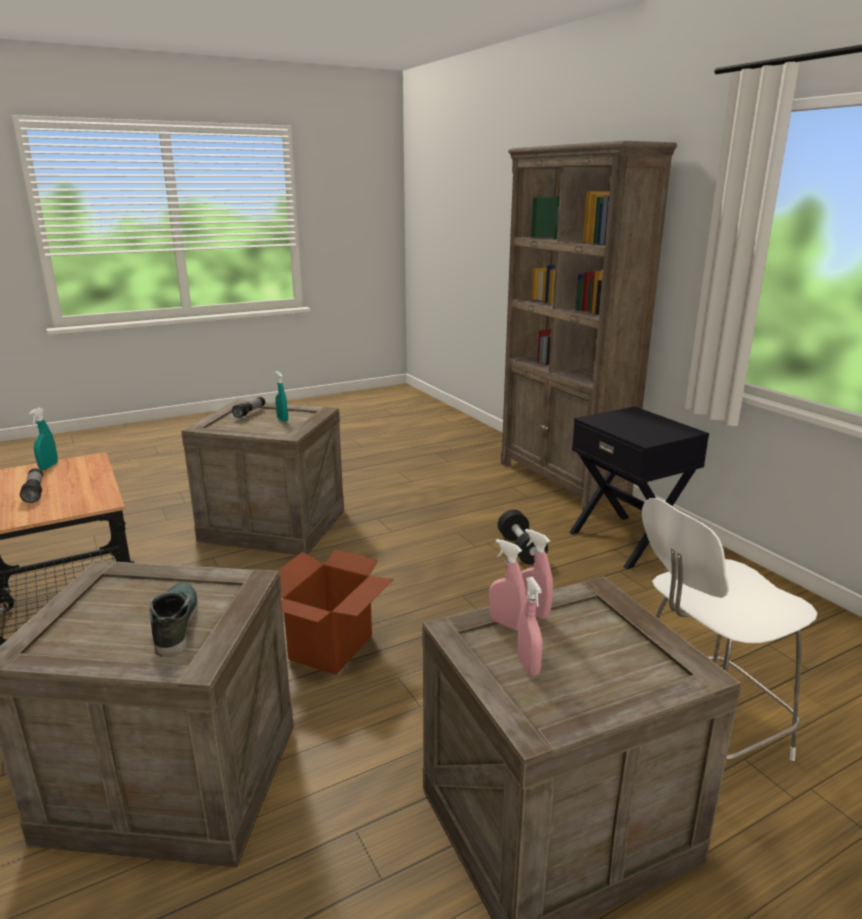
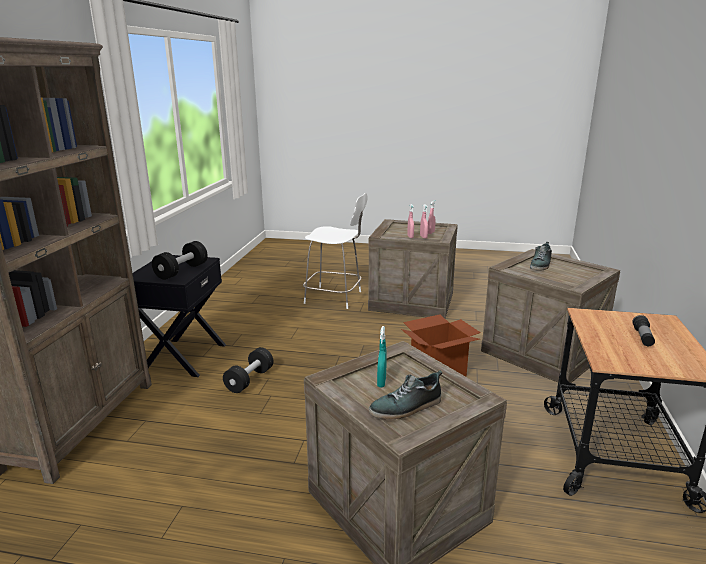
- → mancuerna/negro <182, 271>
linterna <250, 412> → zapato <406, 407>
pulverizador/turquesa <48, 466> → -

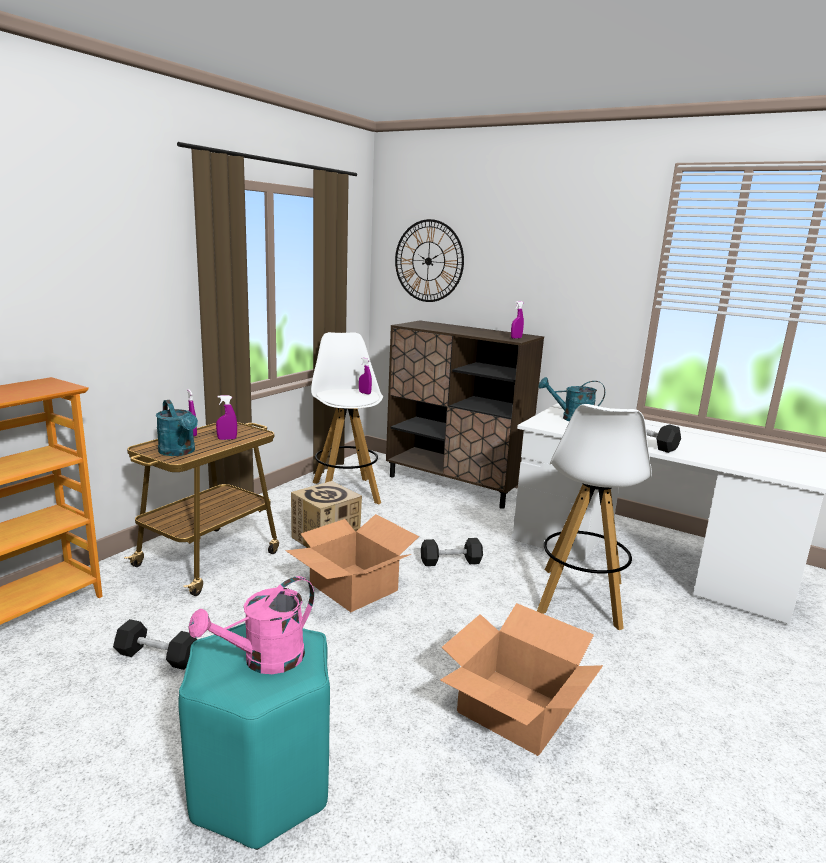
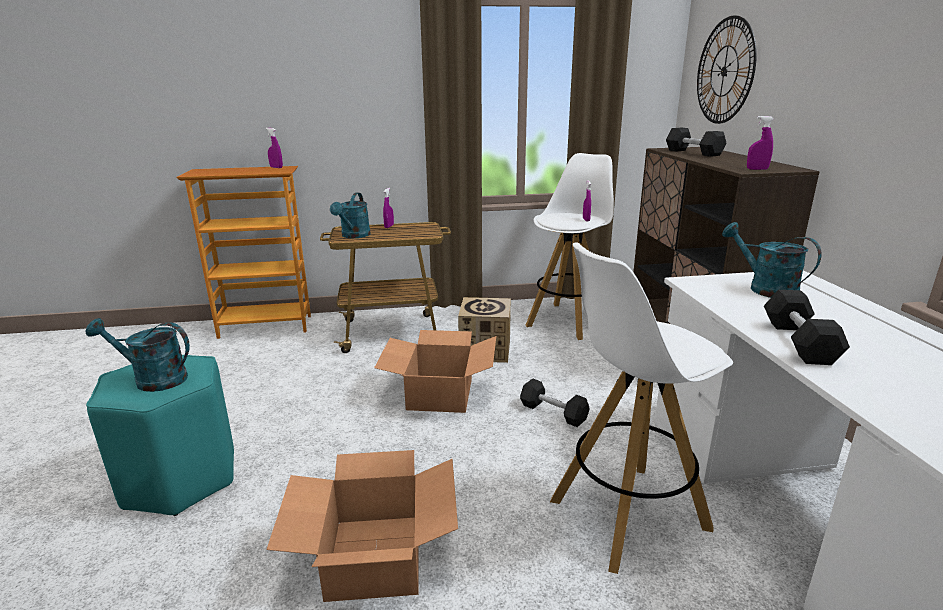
regadera/rosa <264, 660> → regadera/turquesa <152, 379>
pulverizador/morado <227, 439> → pulverizador/morado <276, 167>, relocated
mancuerna/negro <157, 656> → mancuerna/negro <693, 153>, relocated

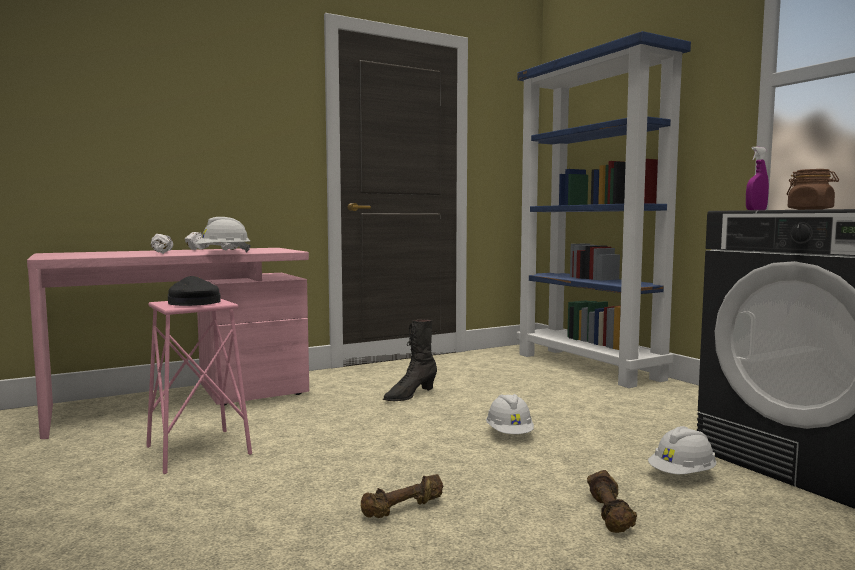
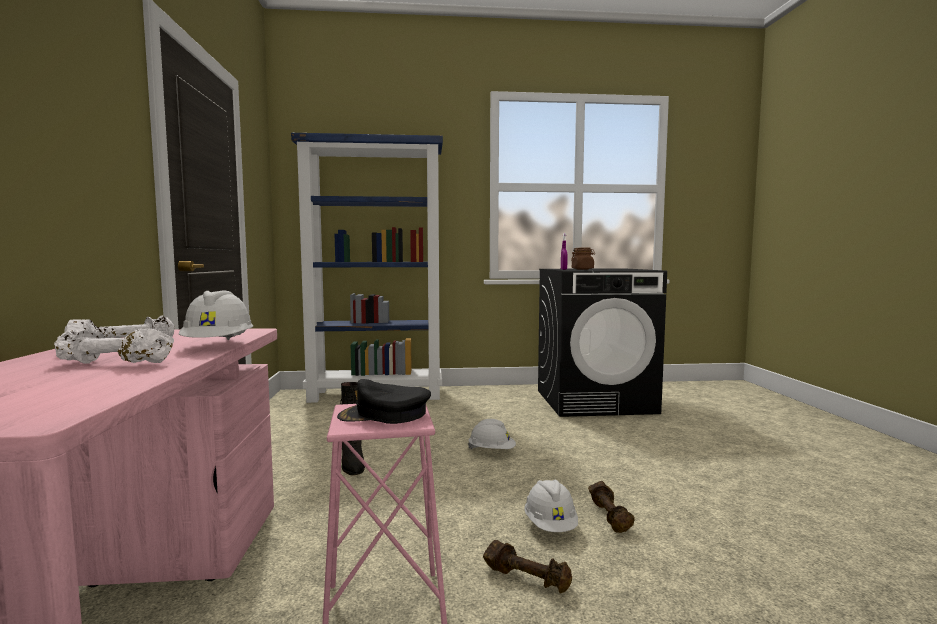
mancuerna/marrón <610, 514> → mancuerna/marrón <527, 578>, relocated
casco/blanco <682, 475> → casco/blanco <550, 525>, relocated

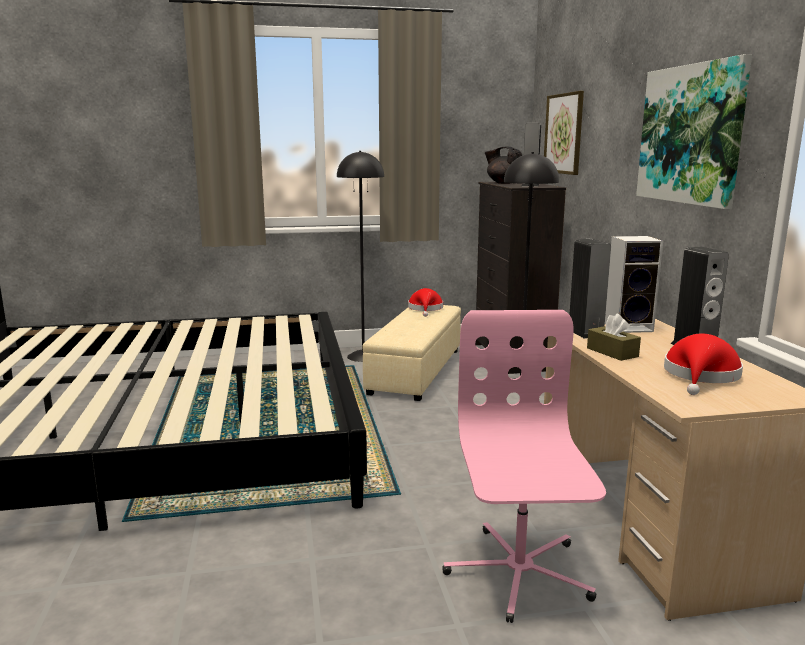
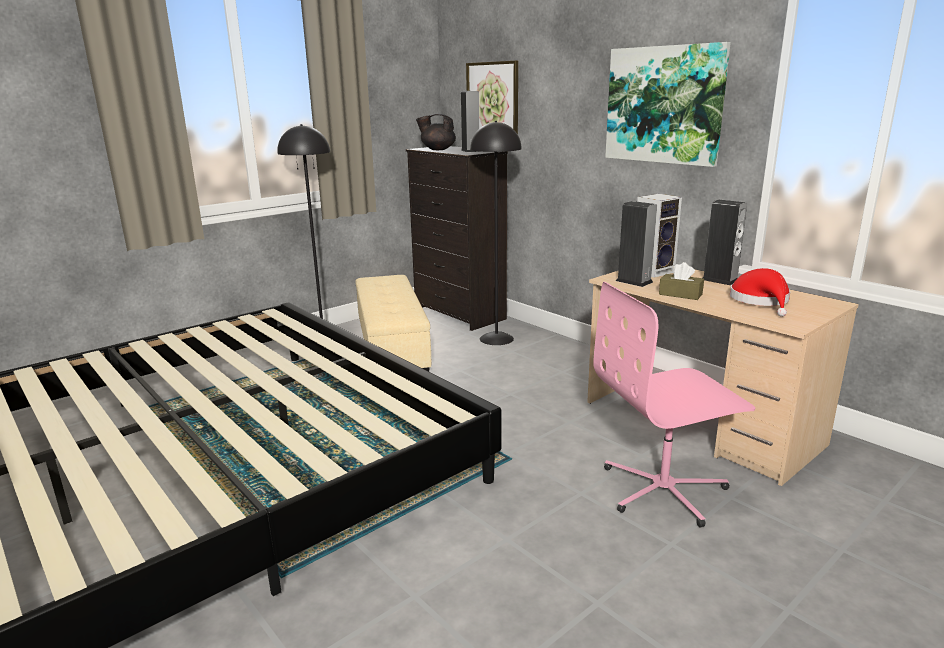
silla de oficina/rosa <518, 573> → silla de oficina/rosa <664, 489>, 75 degrees counterclockwise
sombrero/rojo <425, 309> → -

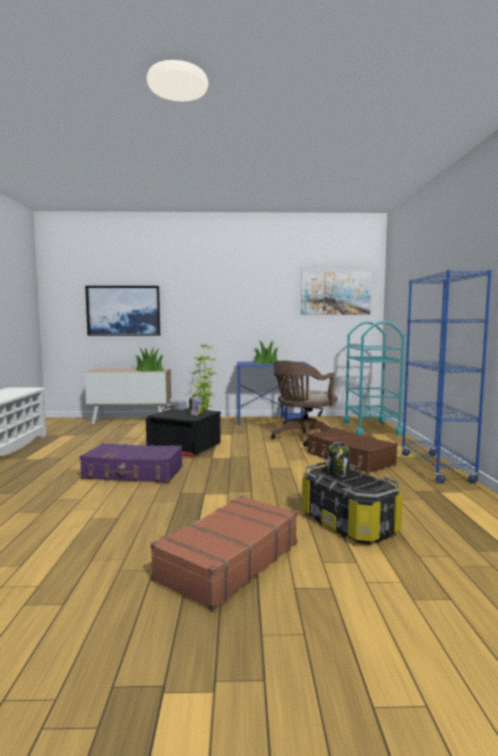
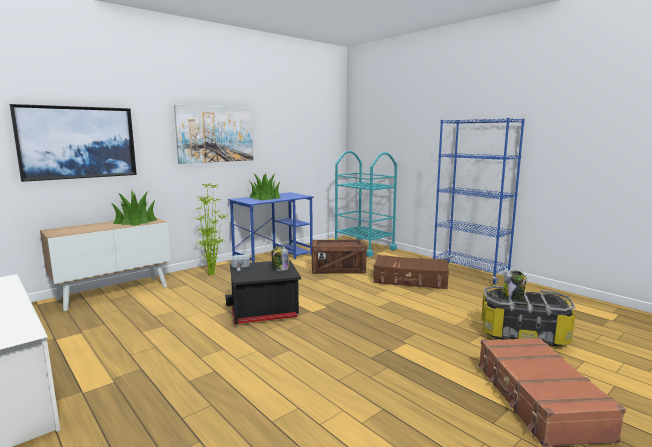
cuadro <335, 291> → cuadro <215, 134>, relocated
silla de oficina/marrón <303, 438> → caja de embalaje <338, 269>
maleta/morado <133, 473> → -

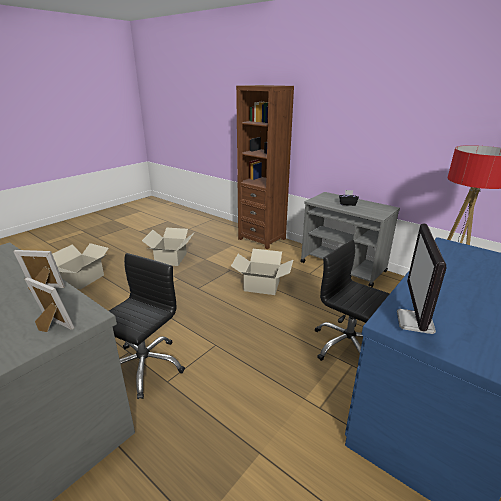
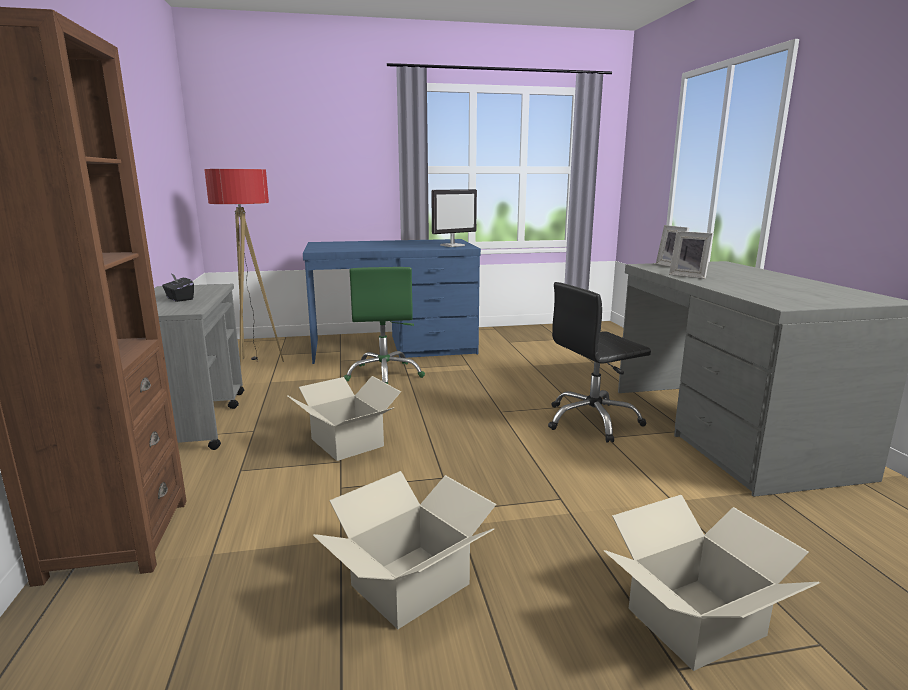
silla de oficina/negro <347, 346> → silla de oficina/verde <384, 374>

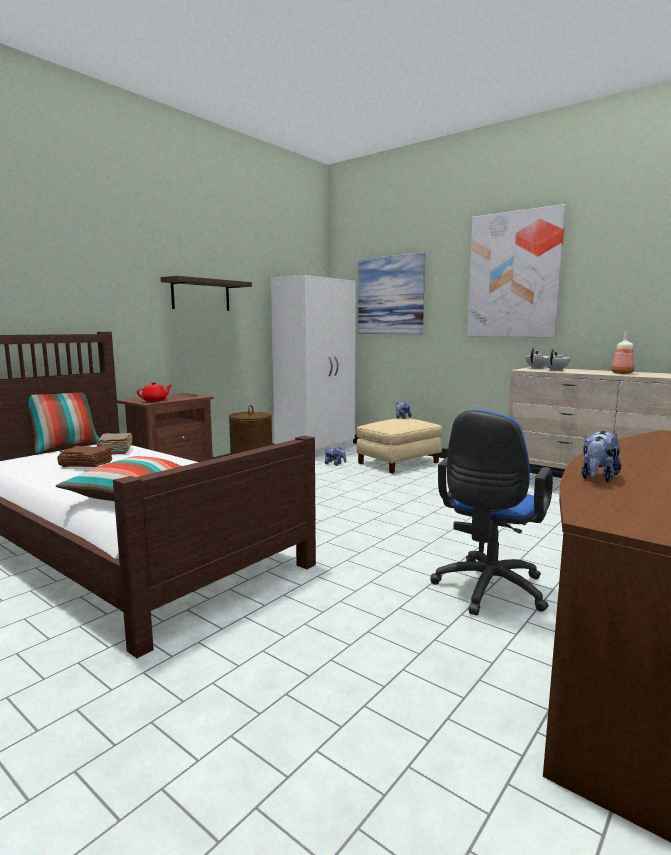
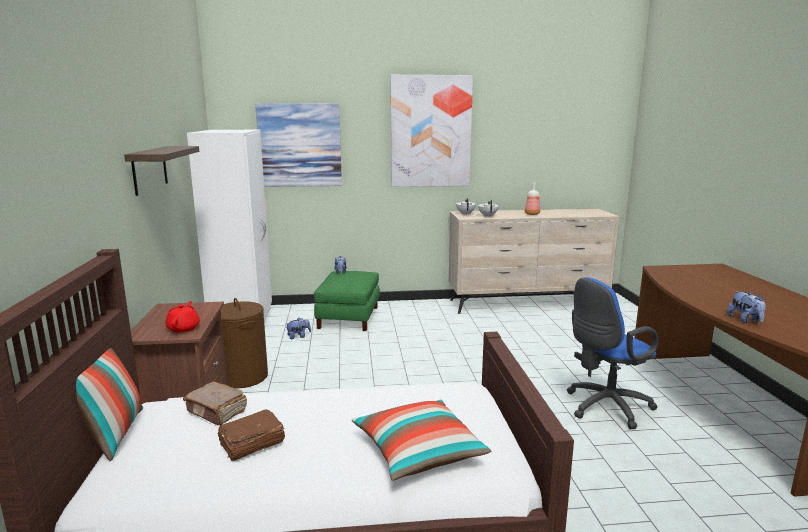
puf/beis <398, 463> → puf/verde <349, 317>
silla de oficina/azul <487, 591> → silla de oficina/azul <604, 407>, 75 degrees clockwise

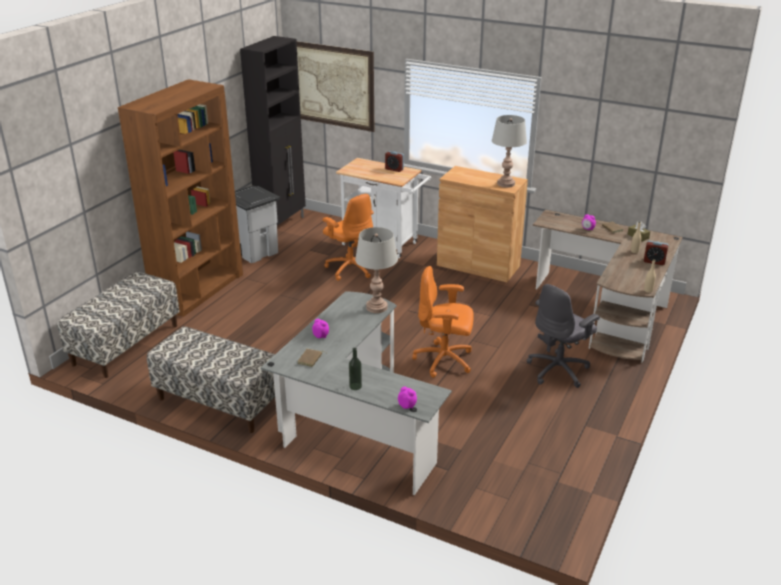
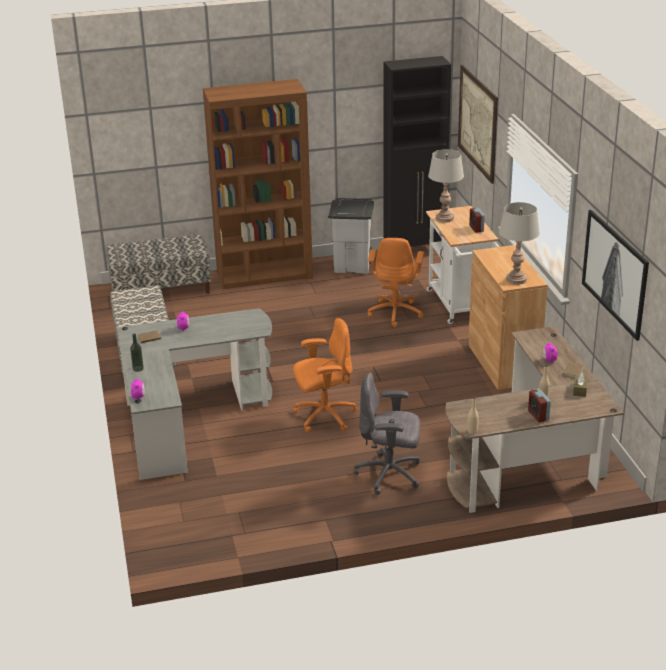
silla de oficina/naranja <444, 361> → silla de oficina/naranja <324, 416>, 105 degrees clockwise
lámpara de mesa/gris <377, 307> → lámpara de mesa/gris <444, 218>, relocated
- → cuadro <616, 273>

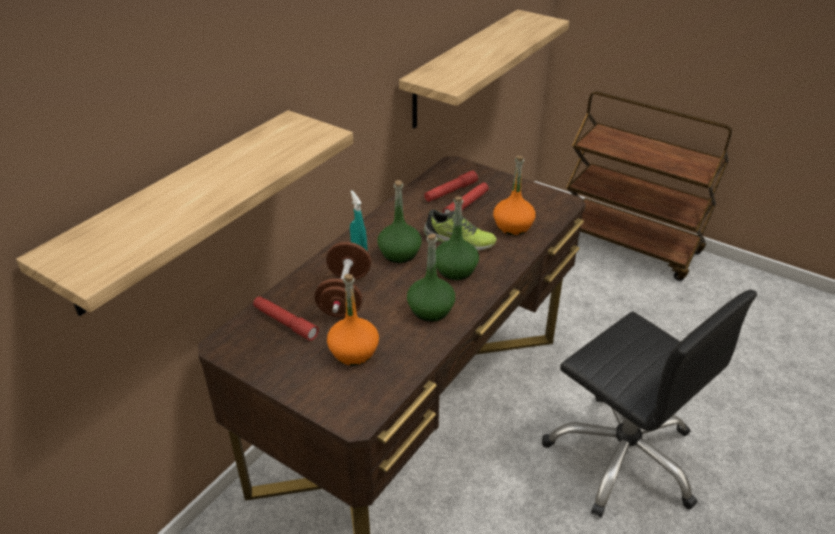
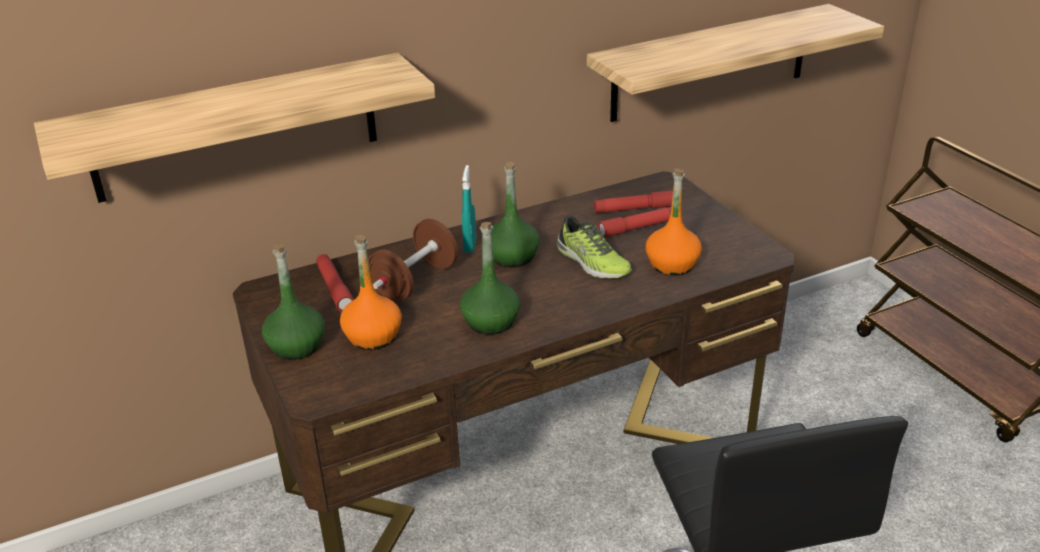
botella/verde <455, 270> → botella/verde <296, 346>, relocated

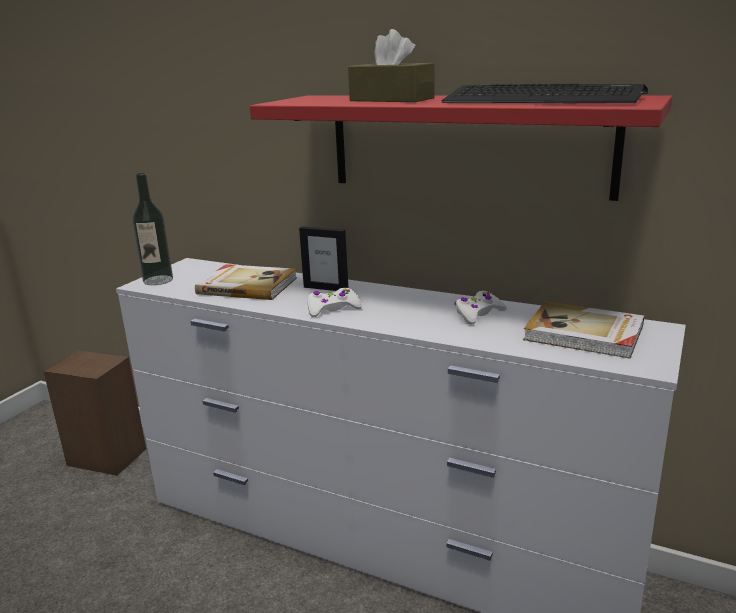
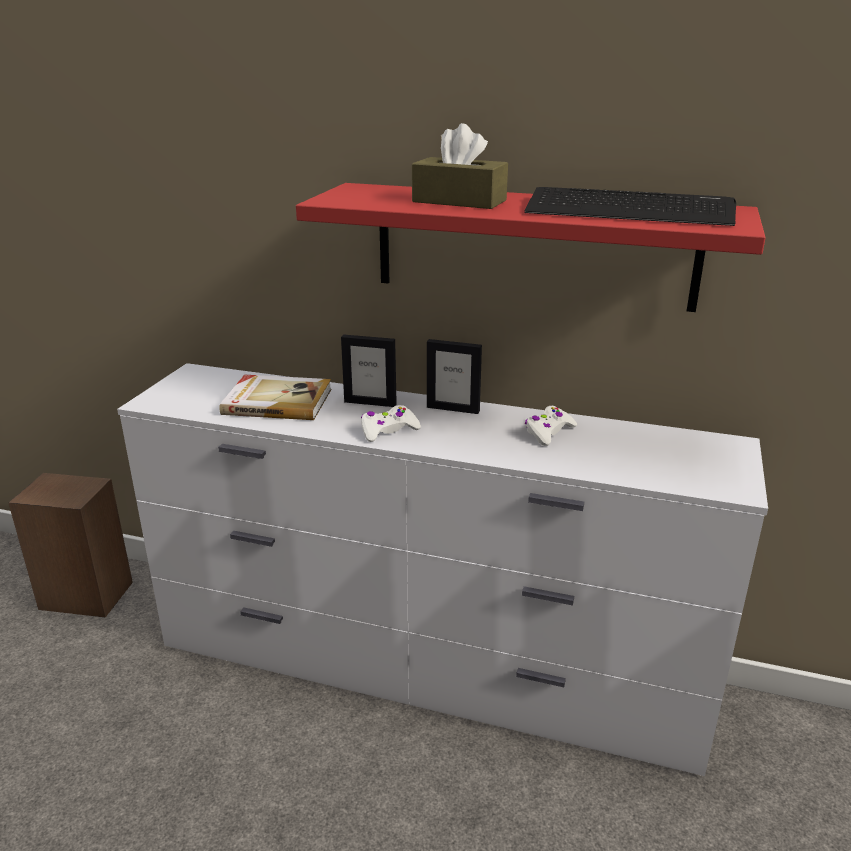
- → portarretratos <453, 409>
botella <158, 280> → -
libro <584, 333> → -

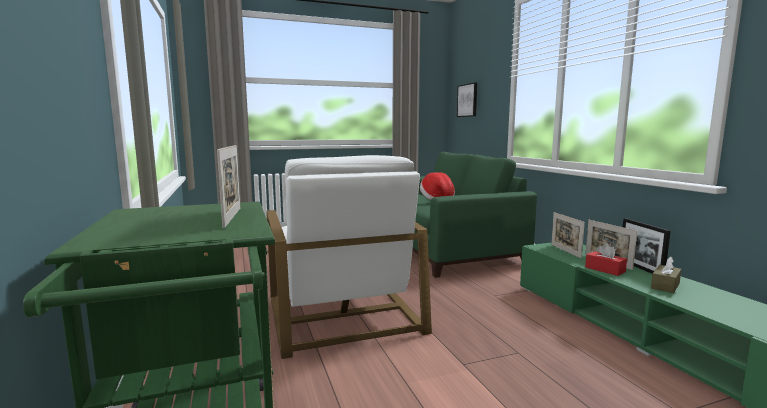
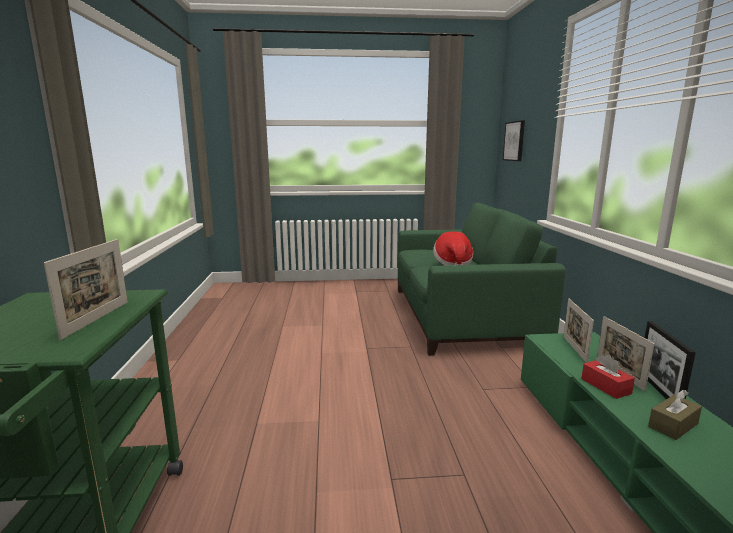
sillón/blanco <342, 314> → -

